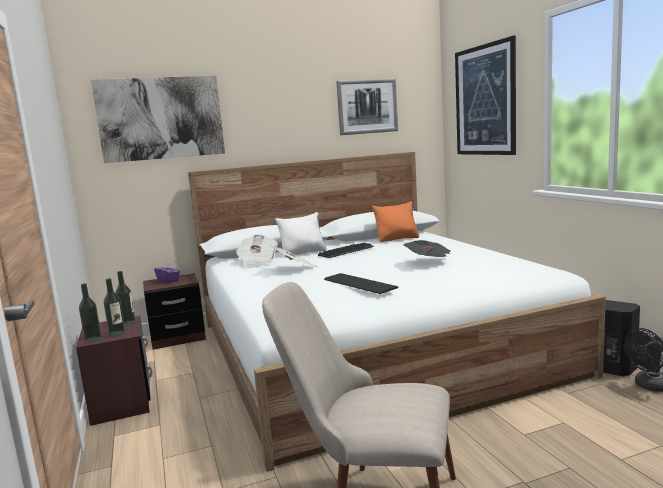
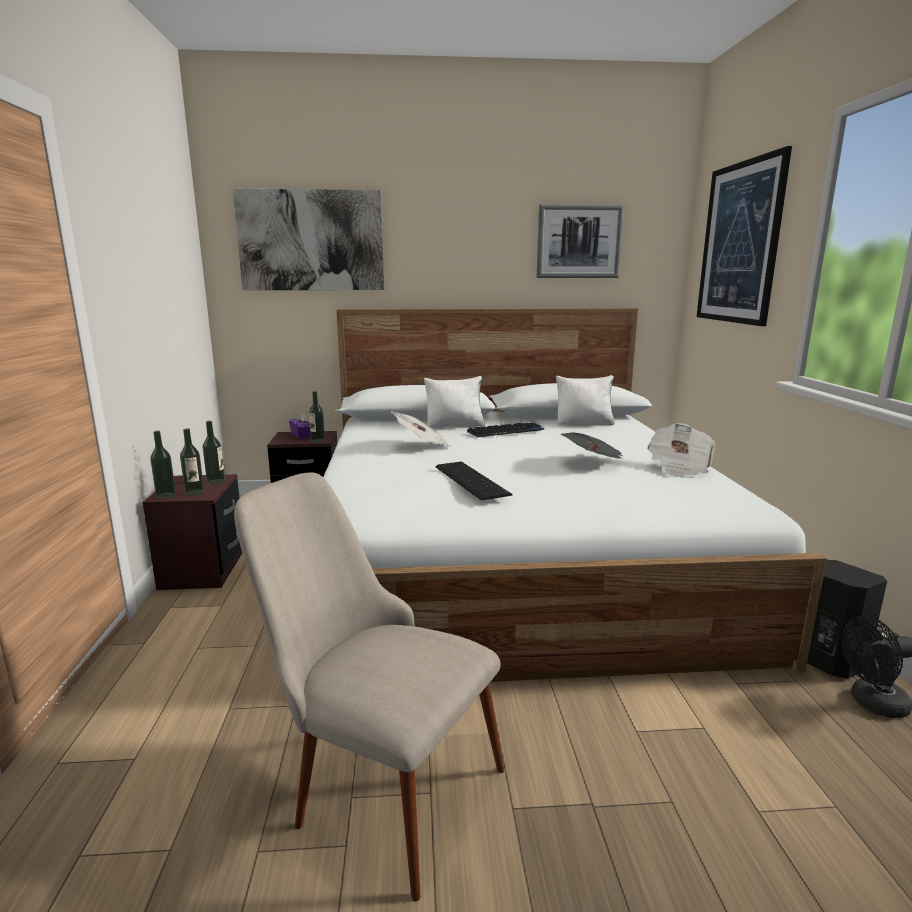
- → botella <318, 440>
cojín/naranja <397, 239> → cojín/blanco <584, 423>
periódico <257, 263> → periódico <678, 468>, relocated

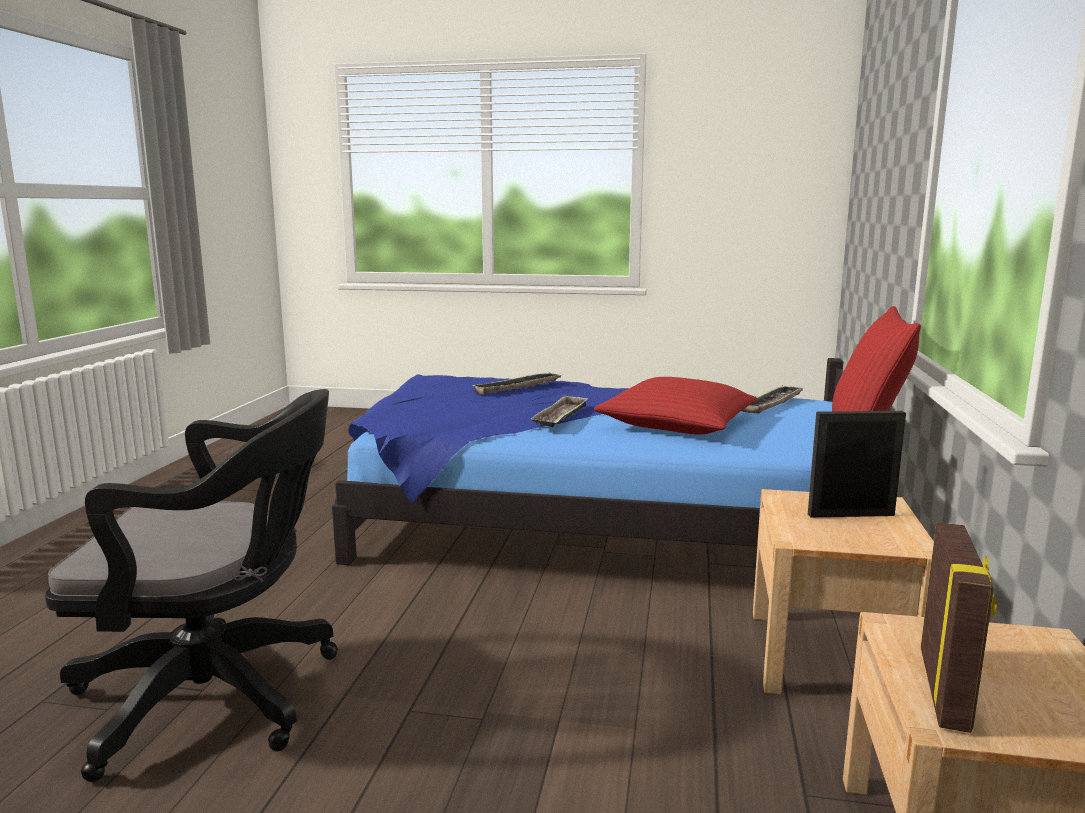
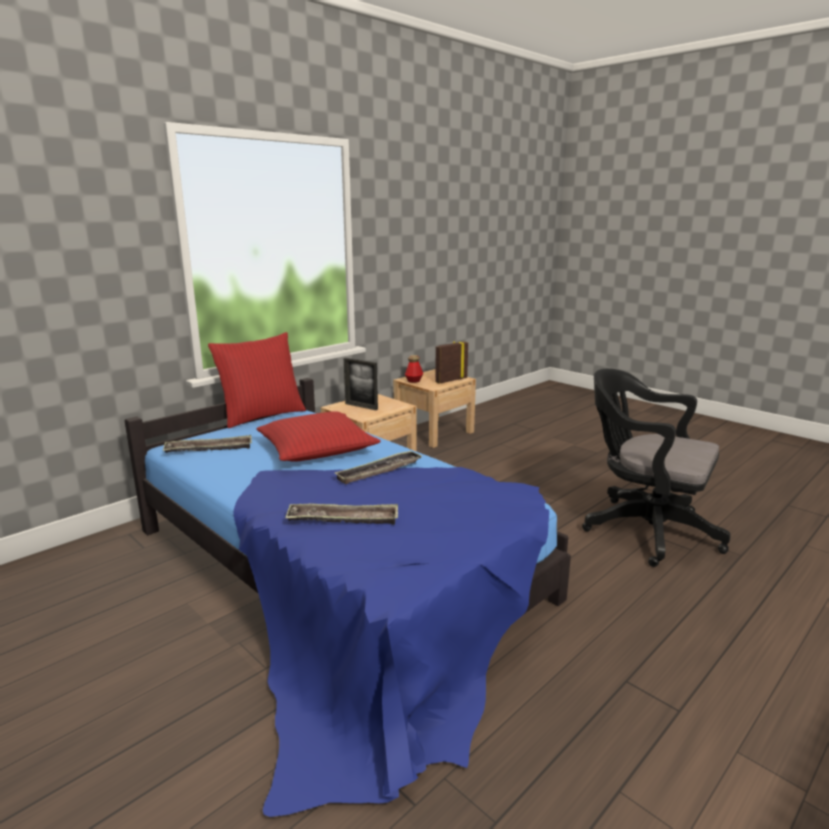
- → botella <414, 381>

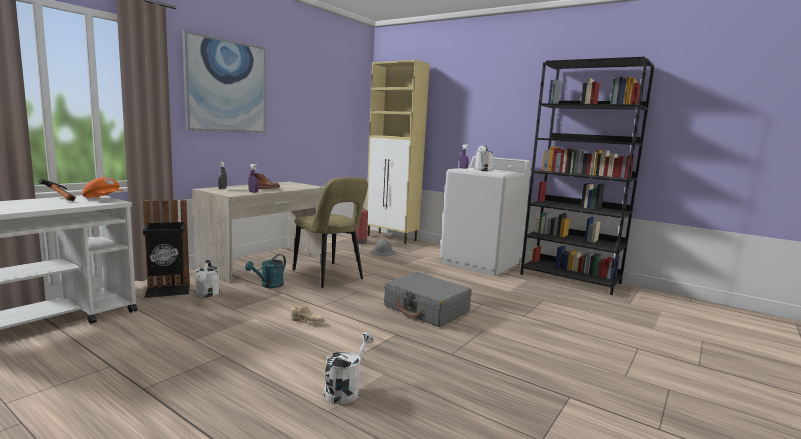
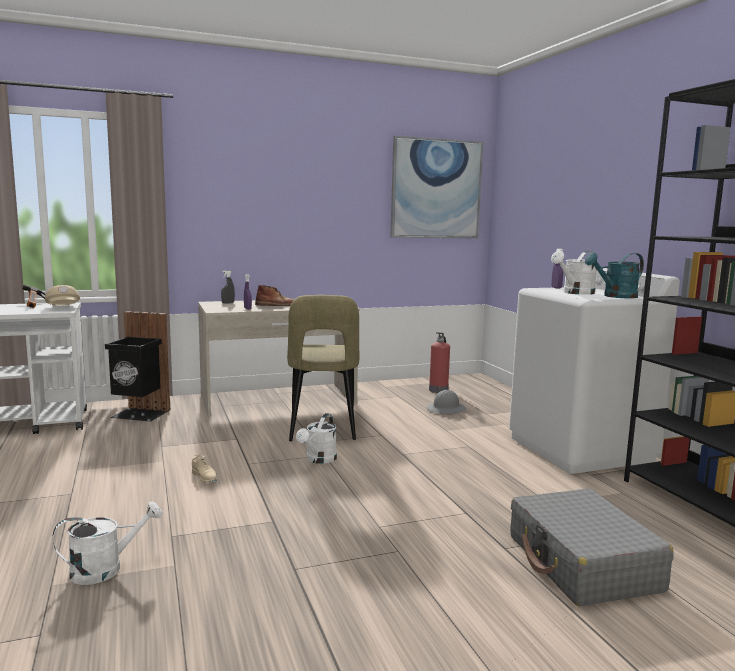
gorra/naranja <104, 199> → gorra/beis <64, 307>
regadera/blanco <207, 294> → regadera/blanco <319, 460>, relocated
cuadro <226, 86> → cuadro <436, 189>, relocated
maleta/gris <426, 309> → maleta/gris <582, 563>, relocated
regadera/turquesa <269, 285> → regadera/turquesa <615, 296>, relocated
armario/beis <392, 238> → -

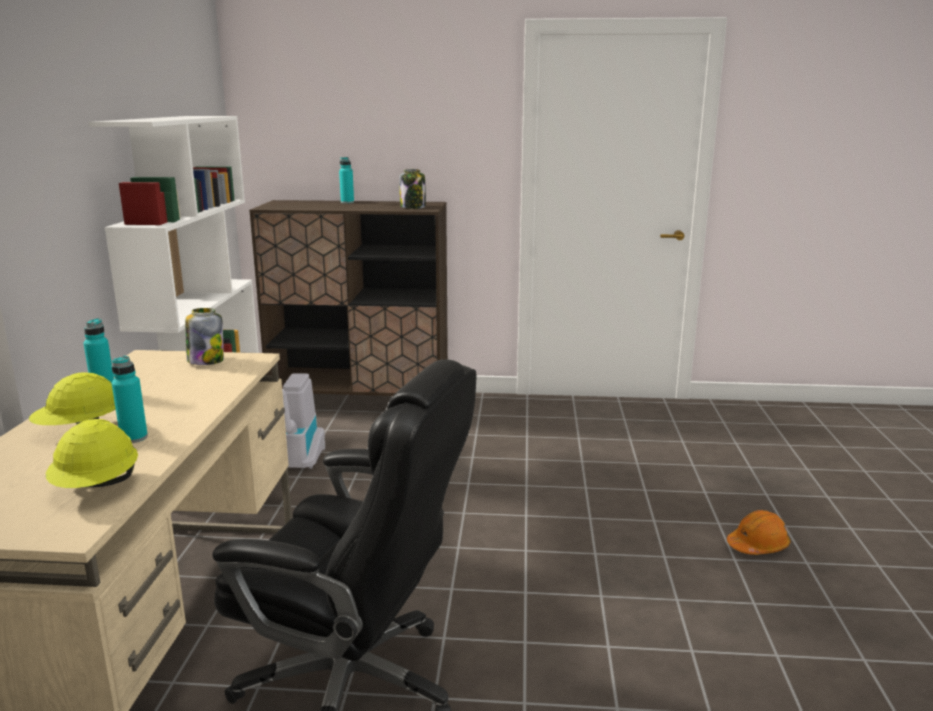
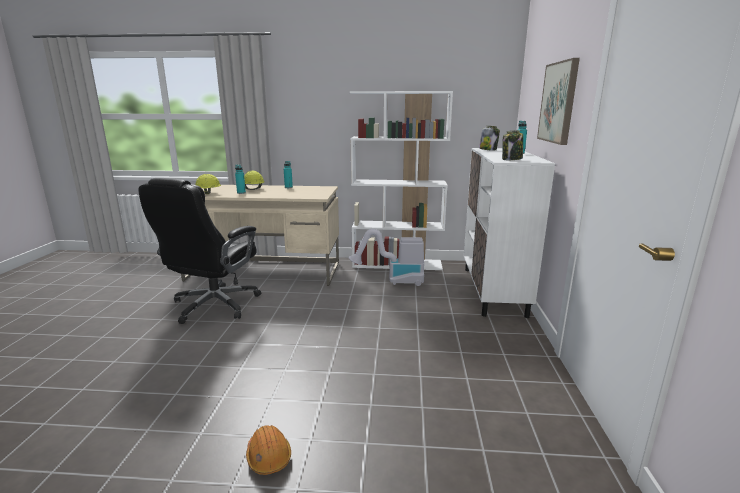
armario/marrón <361, 402> → armario/blanco <493, 291>
tarro <206, 361> → tarro <488, 149>, relocated
- → cuadro <558, 102>

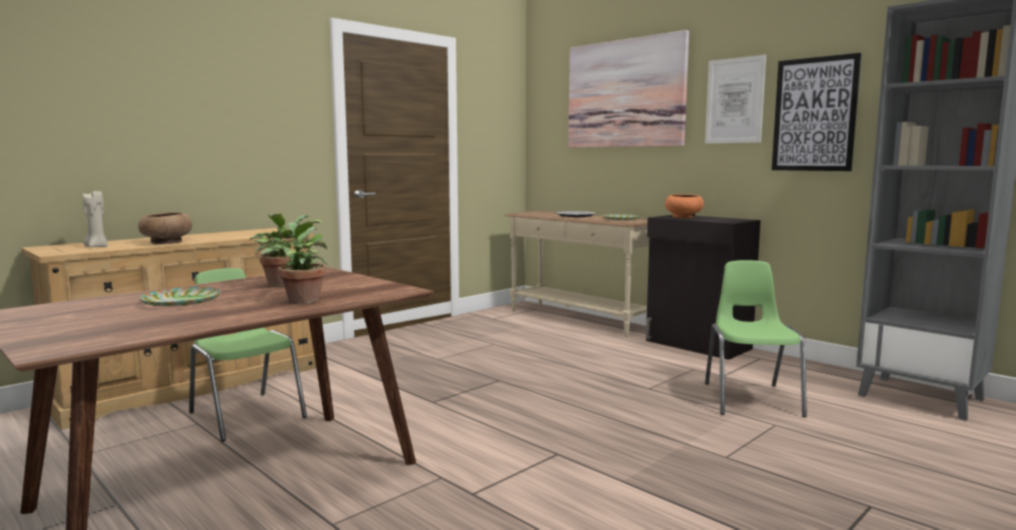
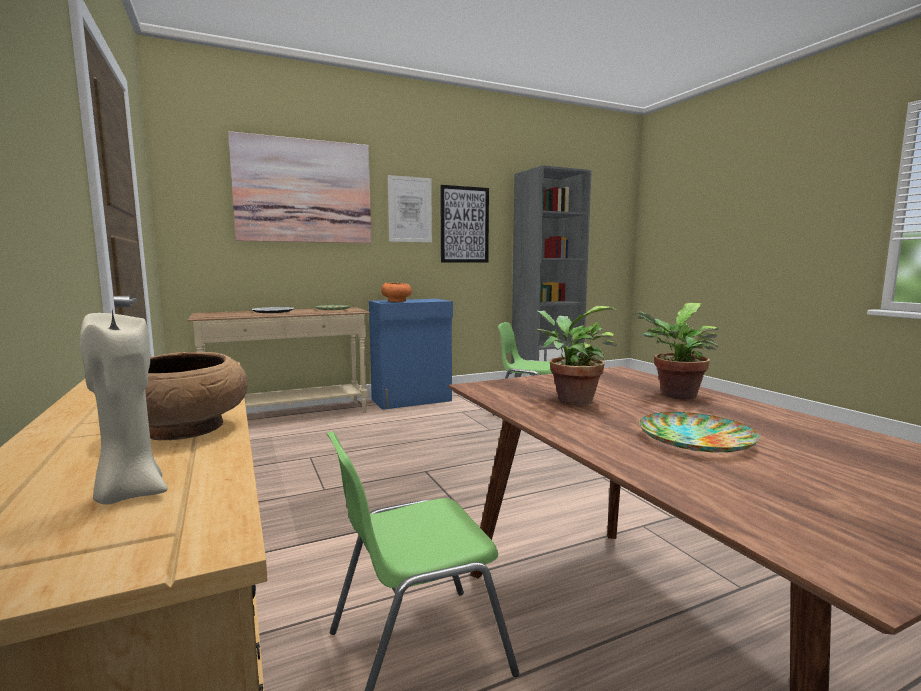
armario/negro <697, 345> → armario/azul <412, 400>

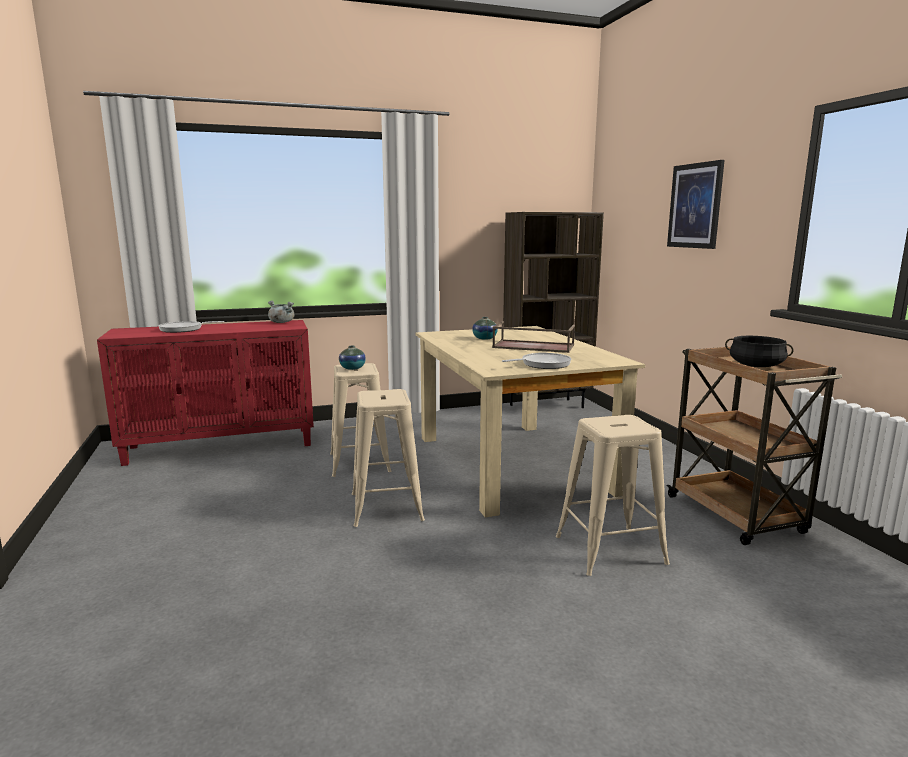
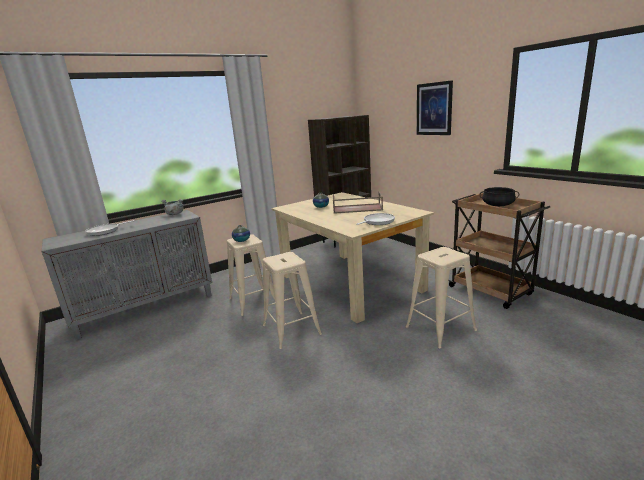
armario/rojo <222, 445> → armario/gris <146, 308>

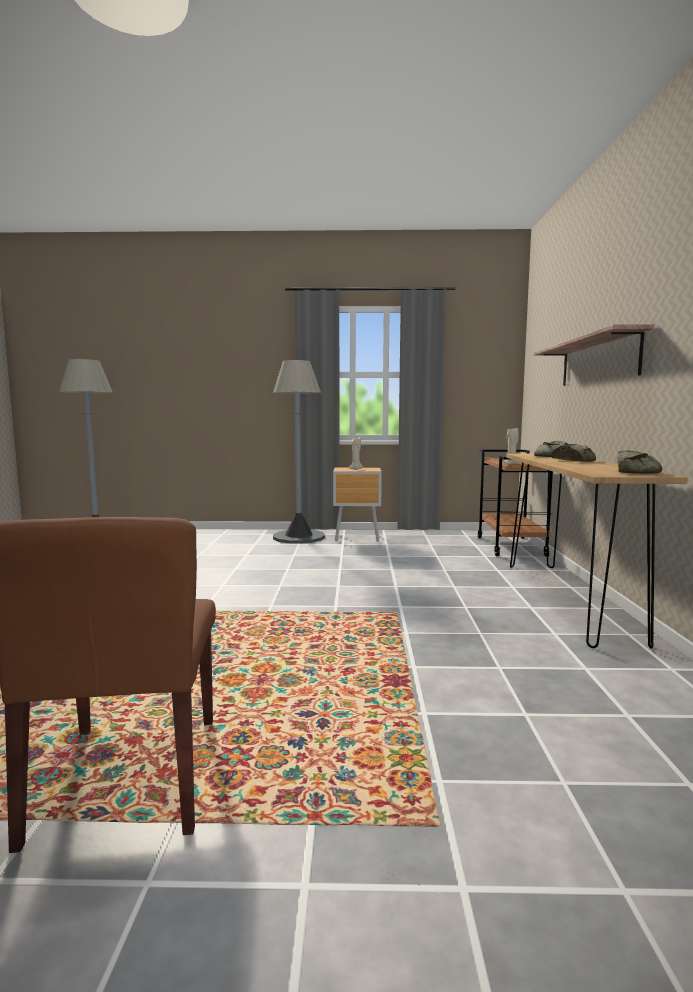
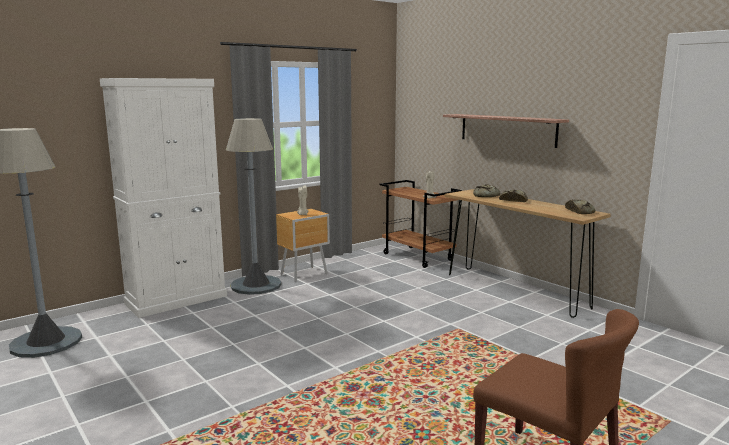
- → armario/blanco <177, 300>

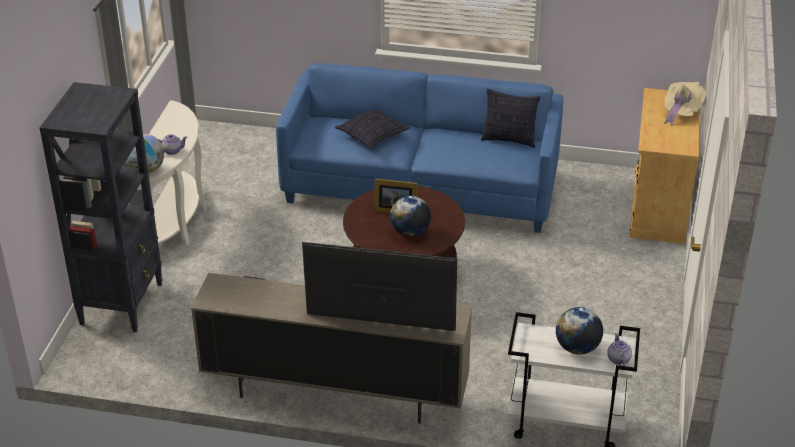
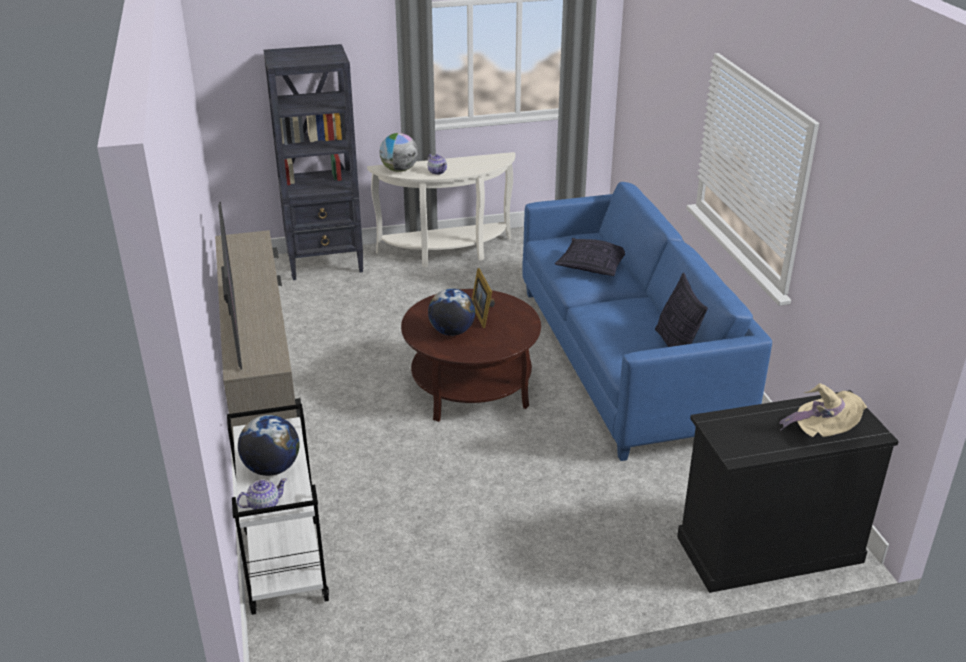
armario/beis <658, 207> → armario/negro <768, 549>

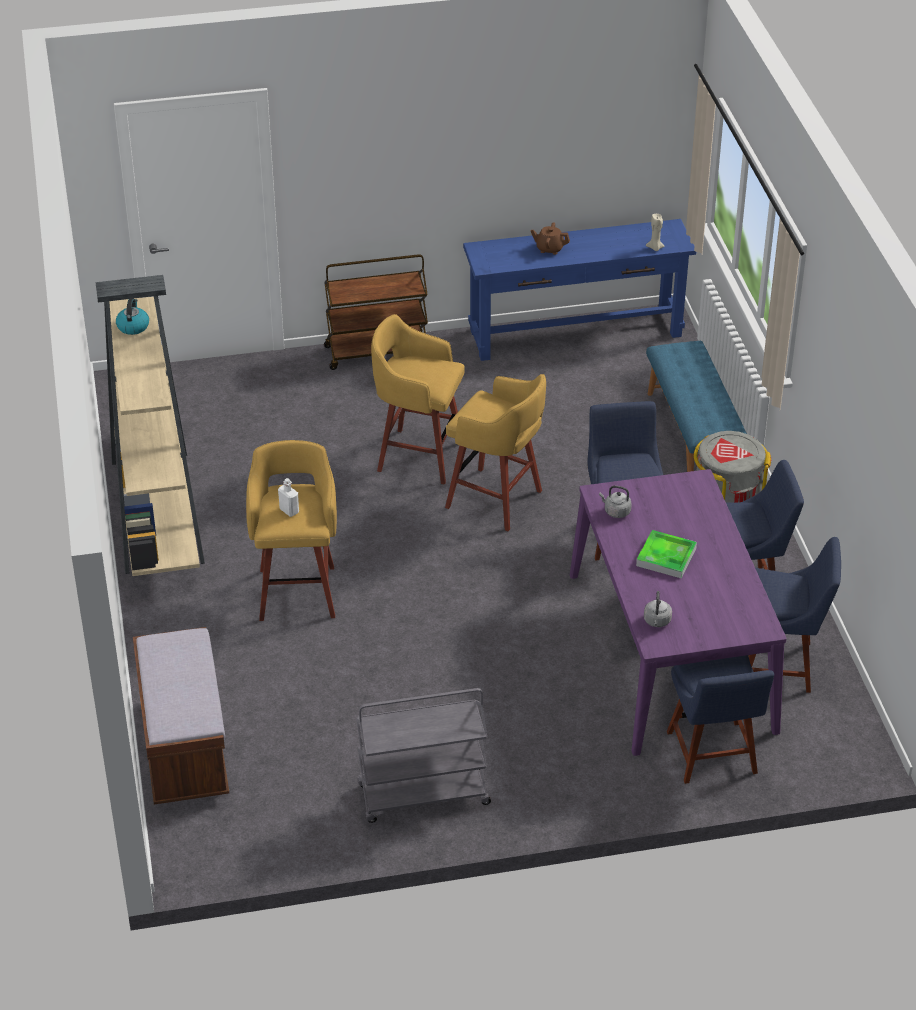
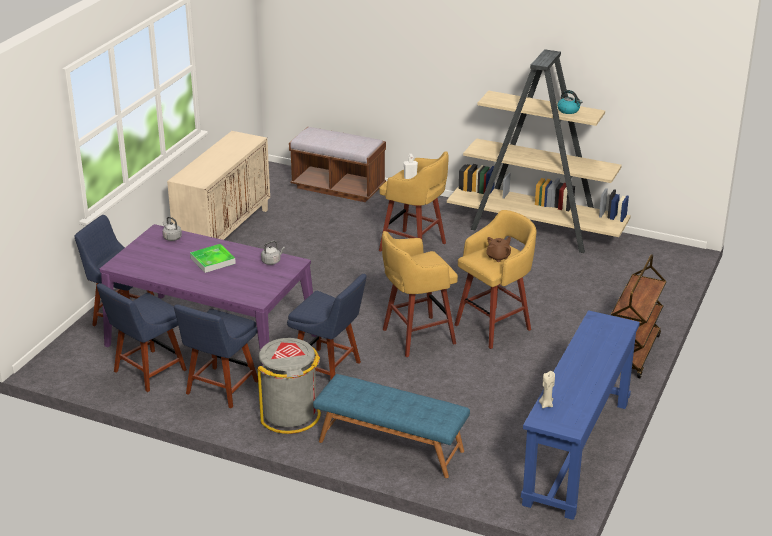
carrito/gris <422, 795> → armario/beis <223, 231>
tetera/marrón <549, 249> → tetera/marrón <498, 257>, relocated

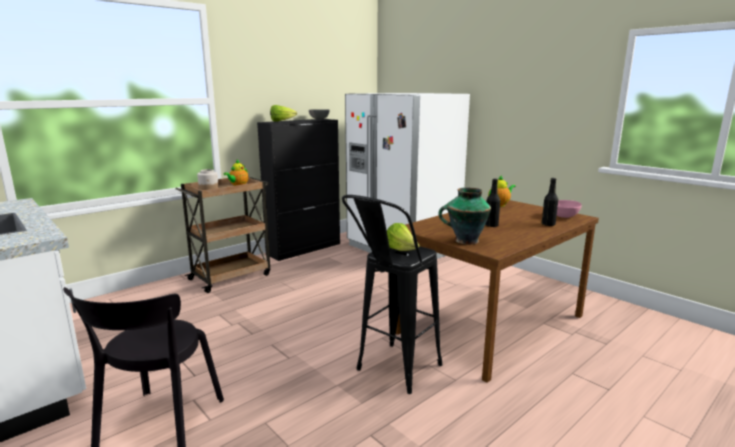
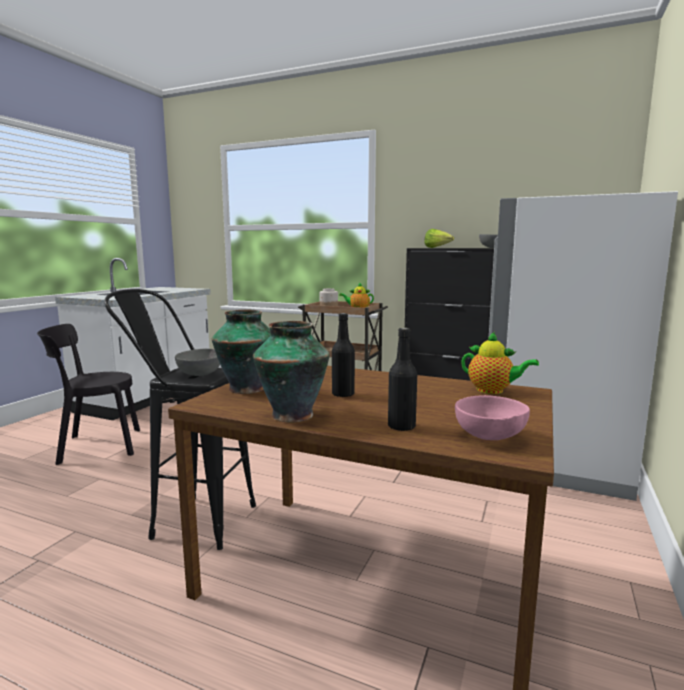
lechuga <402, 251> → cuenco/gris <201, 374>
- → florero <293, 414>

